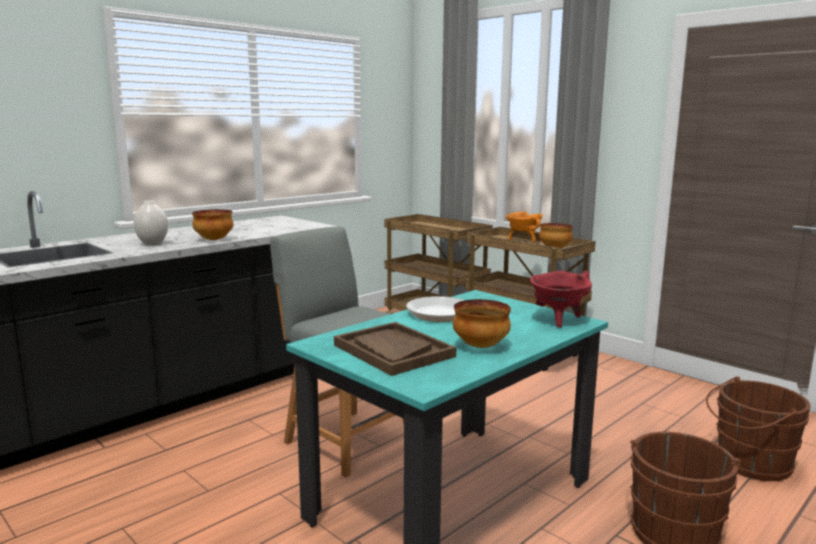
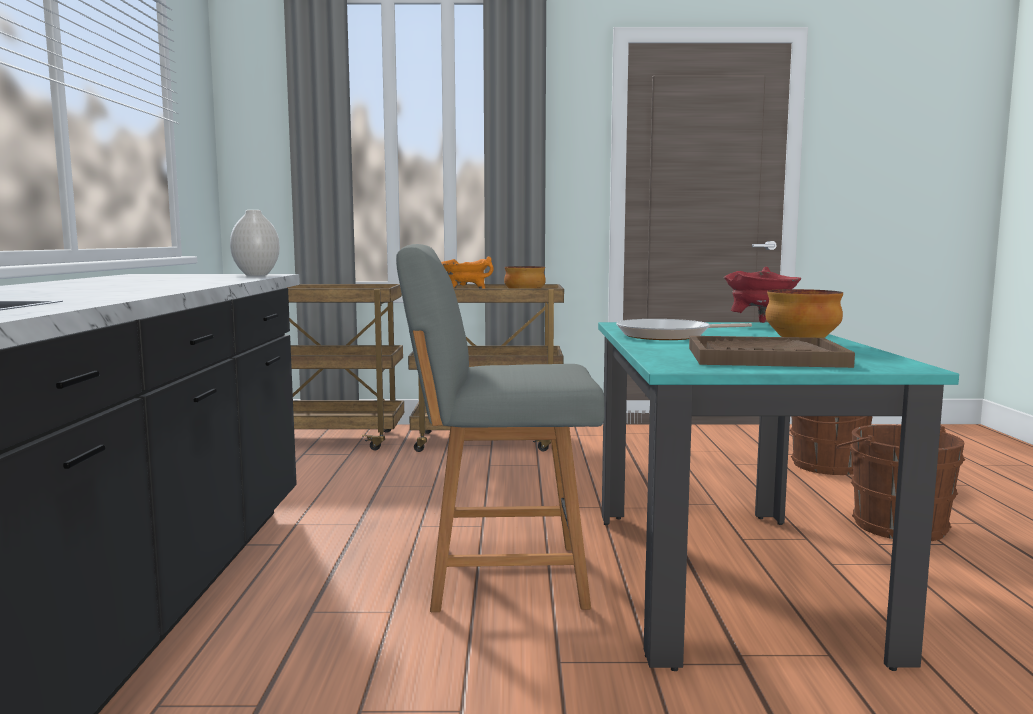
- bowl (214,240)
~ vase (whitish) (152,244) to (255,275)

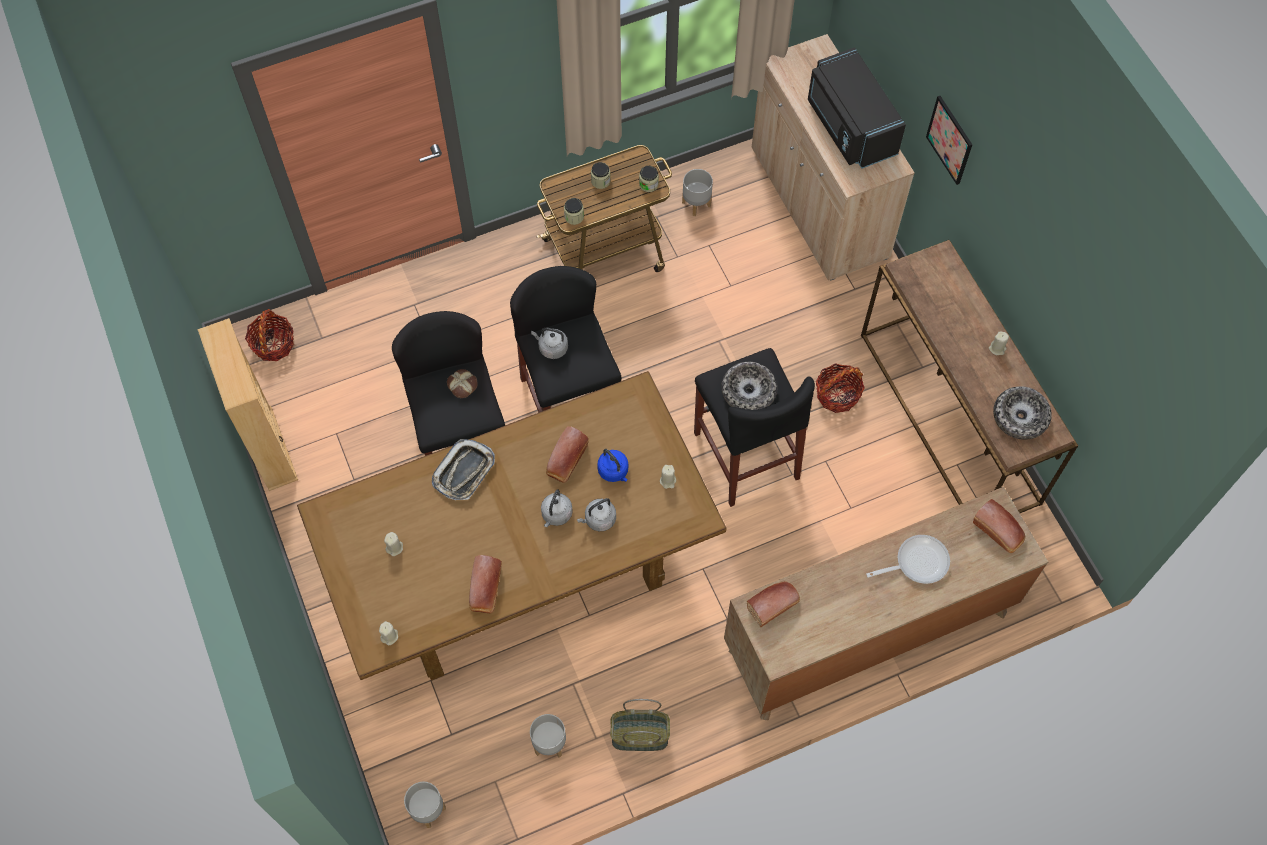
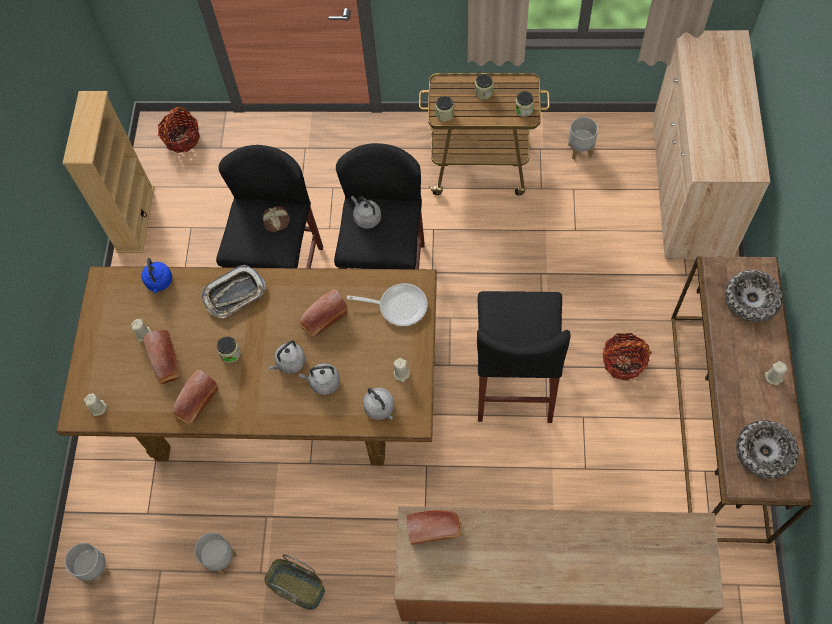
- kitchen microwave (black-coloured) (849,127)
- wall picture (949,140)
+ storage jar (230,353)
+ kettle (grey) (380,409)
~ kettle (blue-coloured) (614,471) to (159,282)
~ bowl (748,391) to (751,300)
~ pan (917,562) to (398,306)
~ bread (999,532) to (166,362)

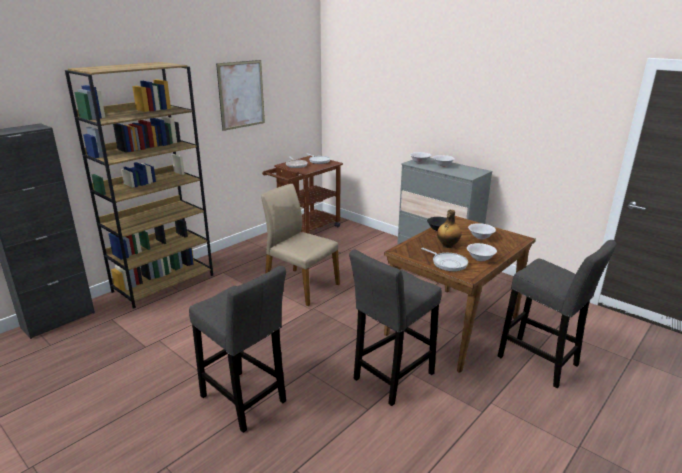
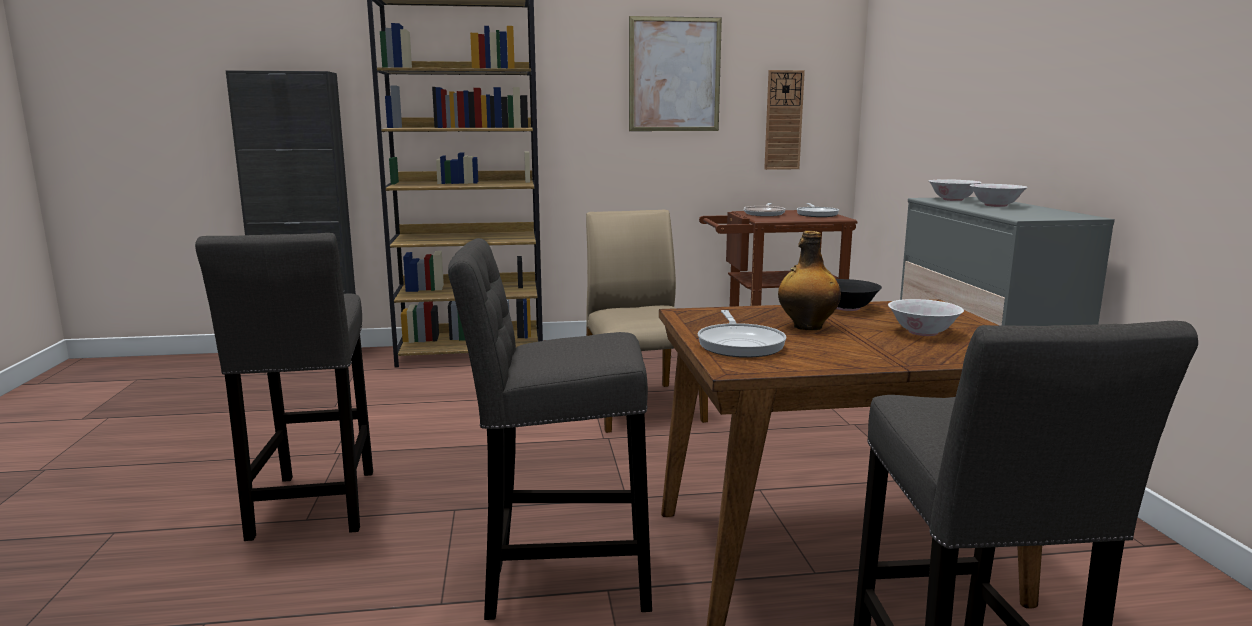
- bowl (whitish) (480,259)
+ wall clock (783,120)

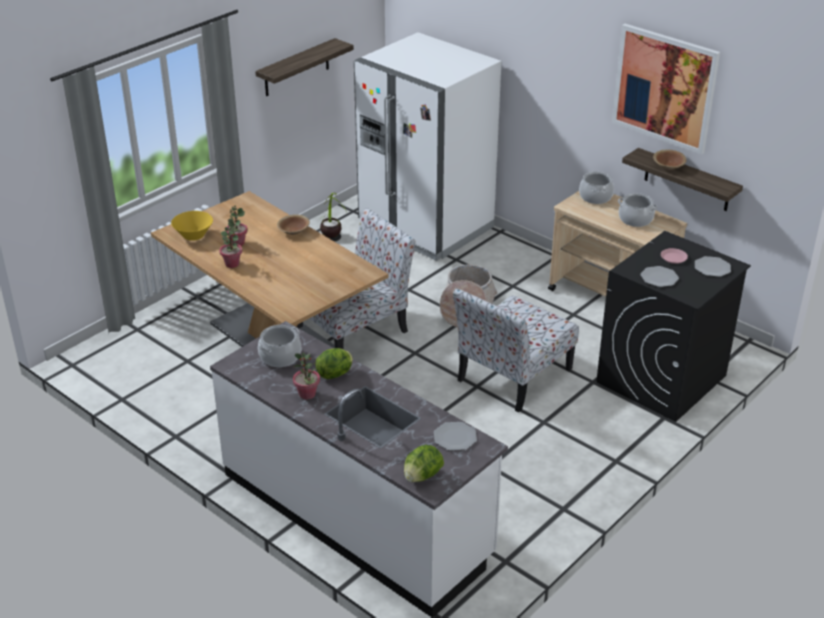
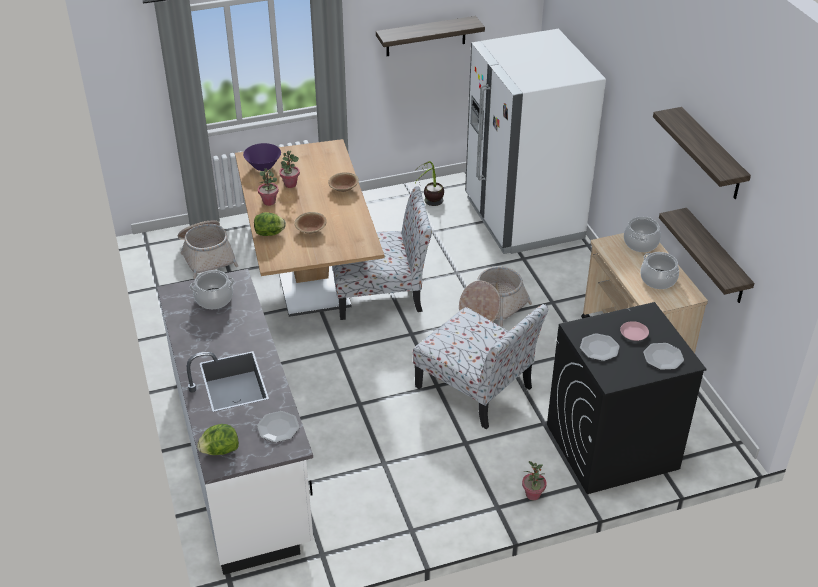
+ basket (207,255)
~ plant in a pot (307,394) to (533,495)
~ head of lettuce (335,374) to (270,233)
~ bowl (brown) (668,166) to (311,229)
~ wall picture (664,88) to shelf (711,155)
~ bowl (yellow) (193,236) to bowl (purple) (263,166)
~ plain chair (512,376) = (476,389) 120 degrees counterclockwise

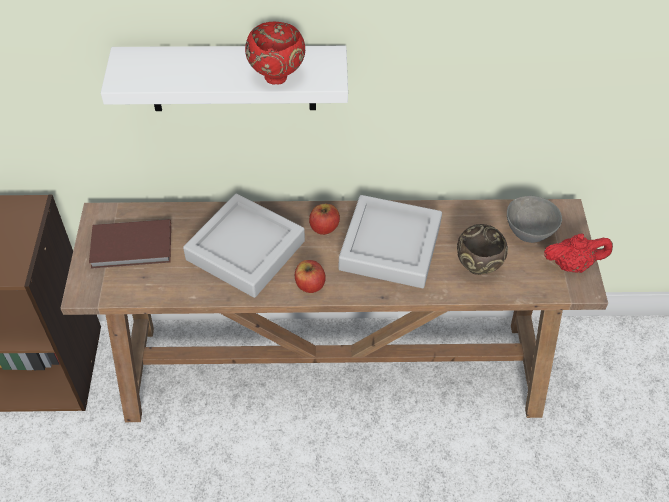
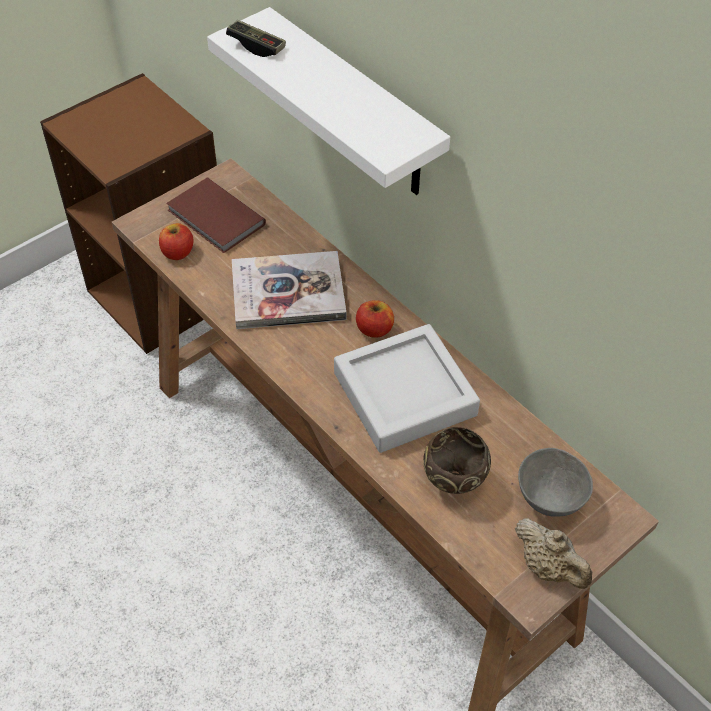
- bowl (red-coloured) (277,77)
+ joypad (256,46)
~ whole apple (310,285) to (177,252)
~ tray (grey) (245,250) to book (288,292)
~ pot for tea (red-coloured) (572,265) to pot for tea (sand-coloured) (549,567)

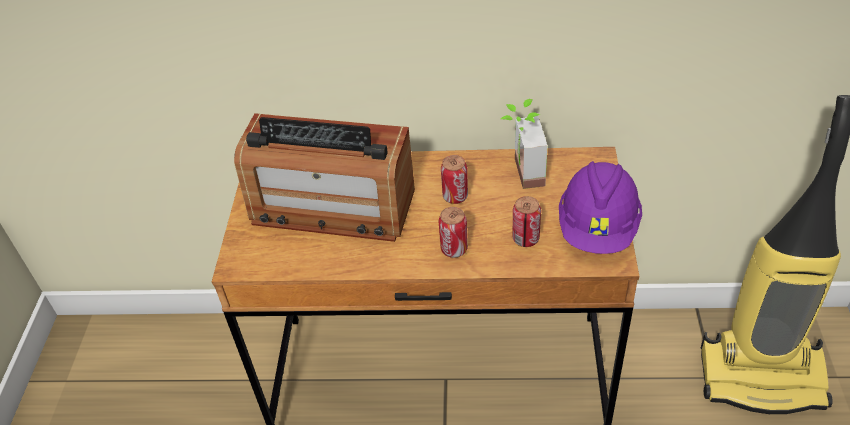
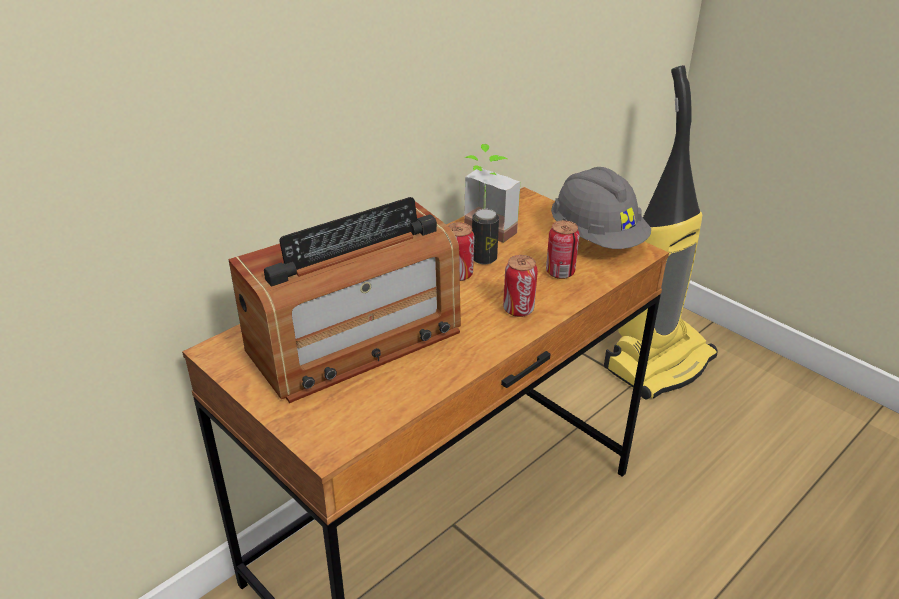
+ can (484,258)
~ work helmet (purple) (598,227) to work helmet (grey) (596,239)

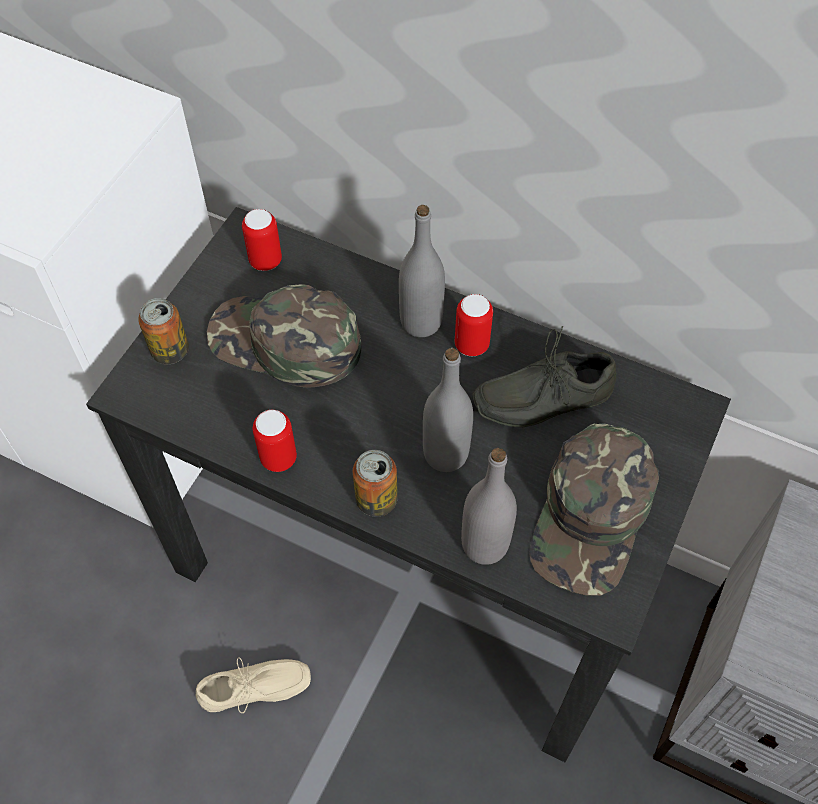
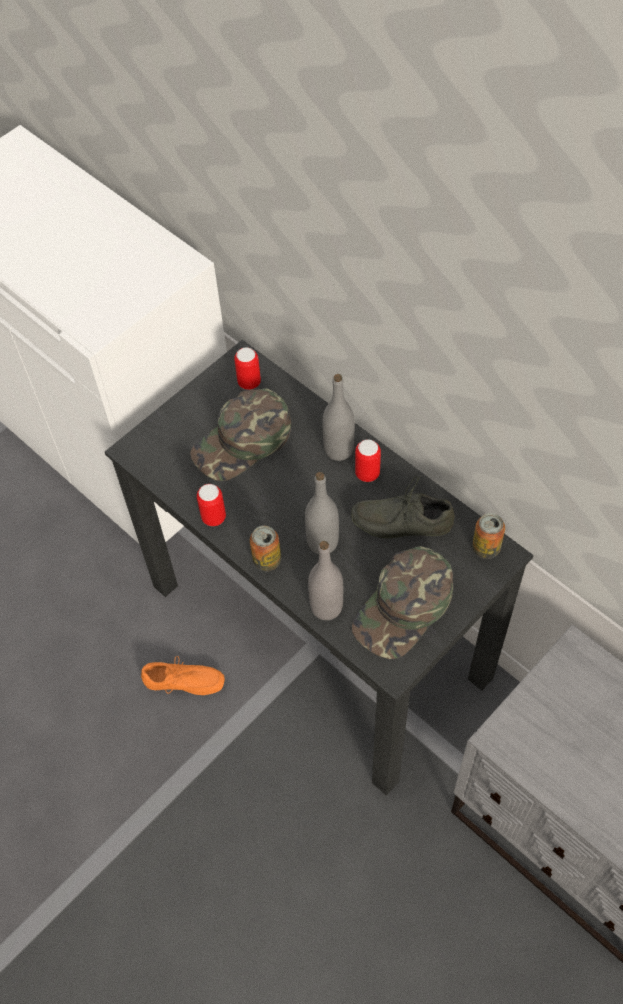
~ can (170,351) to (485,548)
~ low shoe (sand-coloured) (256,692) to low shoe (orange-coloured) (184,684)
~ peaked cap (green) (284,343) = (243,442) 75 degrees counterclockwise

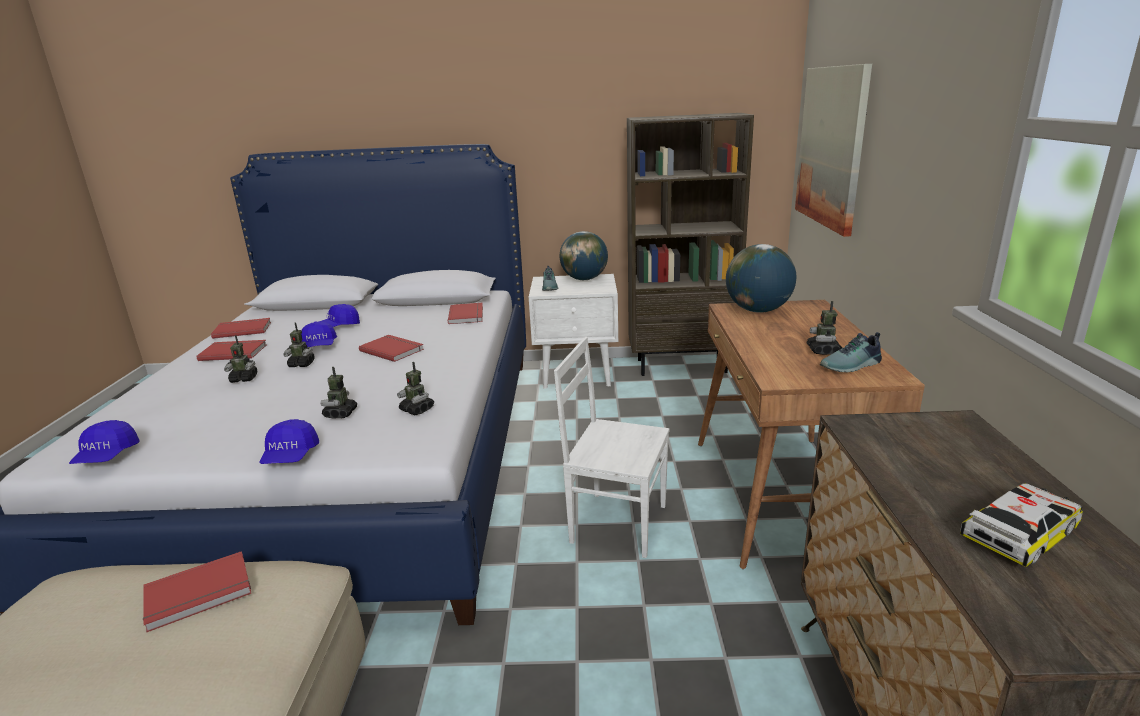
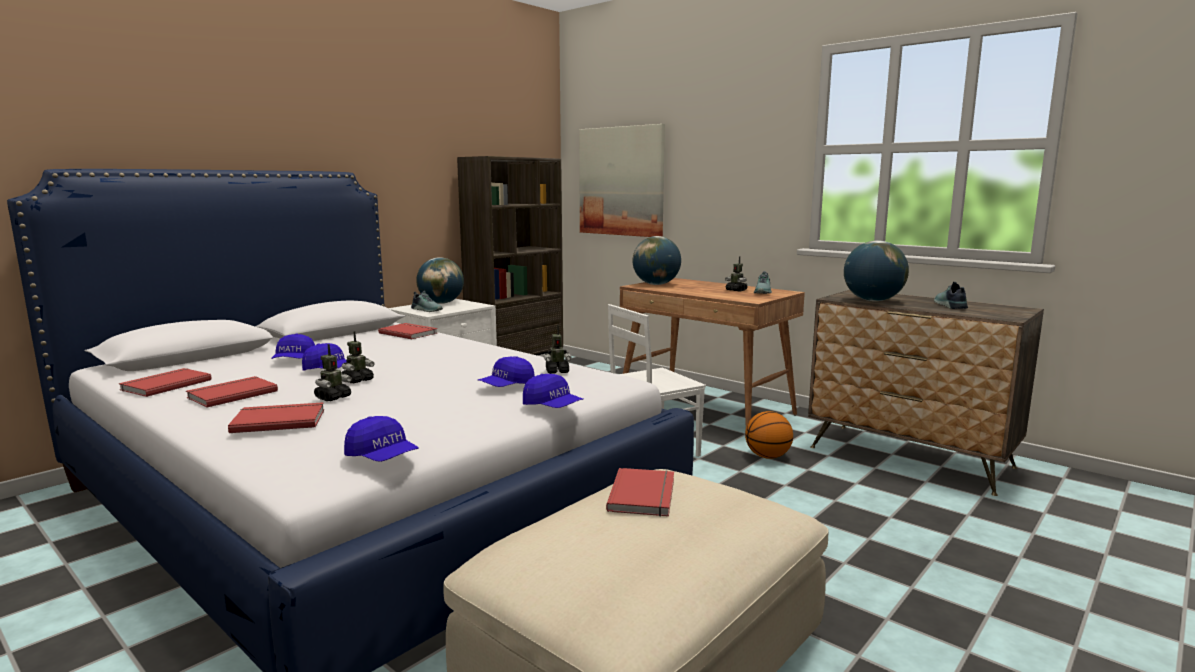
+ ball for basketball (768,456)
+ globe (873,301)
~ book (red-coloured) (393,350) to (279,420)
~ model robot (340,413) to peaked cap (blue-coloured) (507,387)
~ model car (1021,533) to low shoe (949,305)

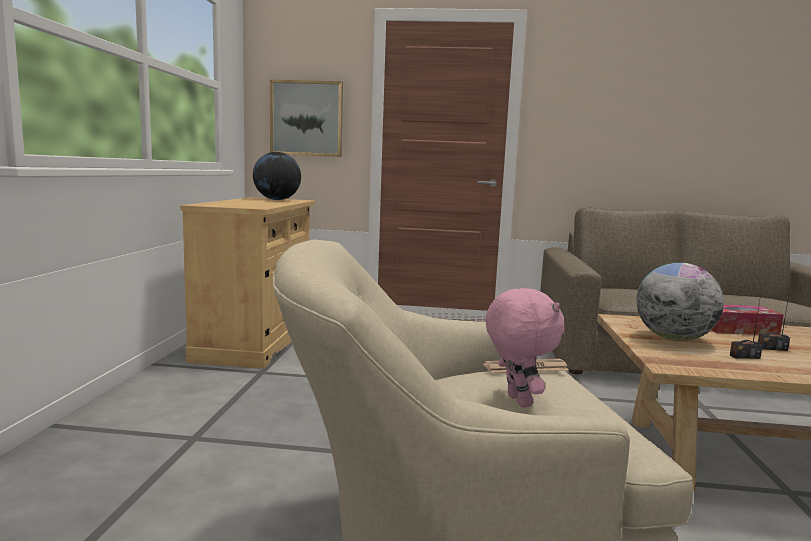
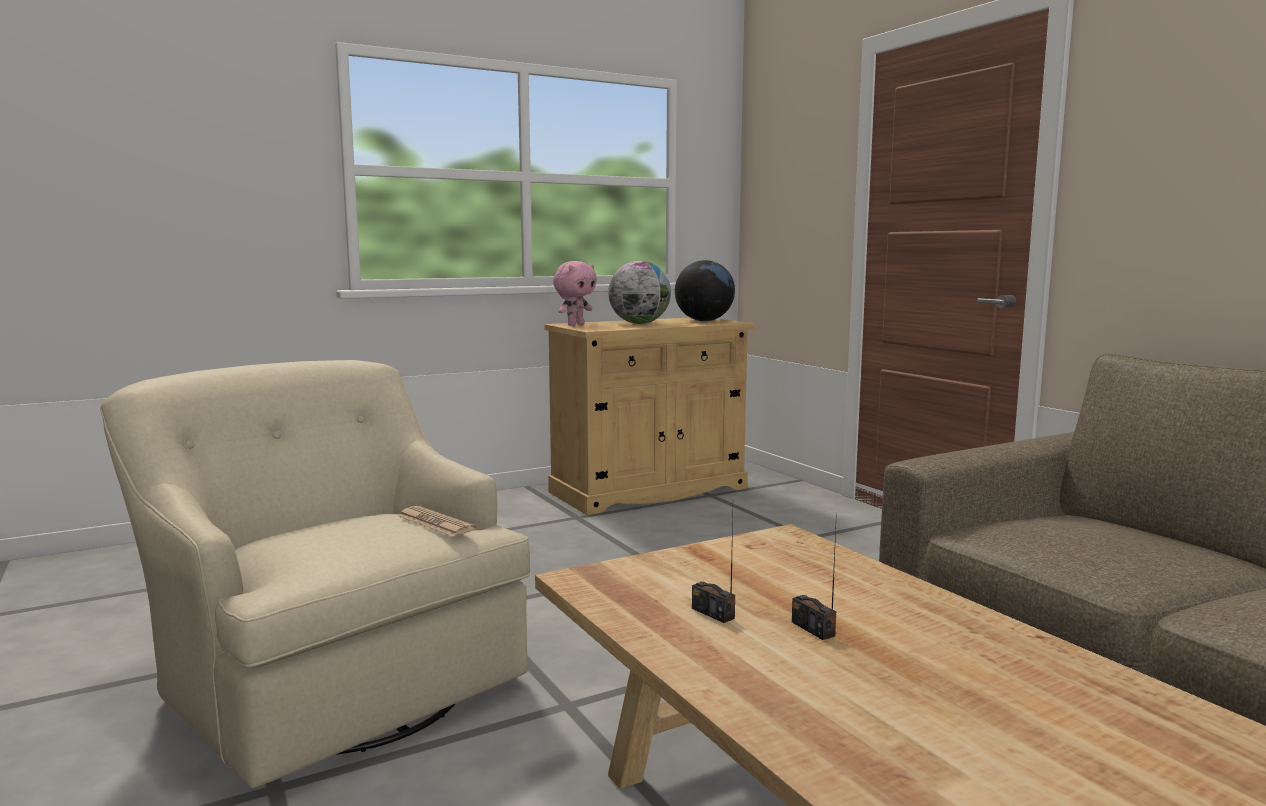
- wall picture (306,118)
- tissue box (738,329)
~ cuddly toy (pink) (516,401) to (575,324)
~ globe (673,339) to (639,323)

